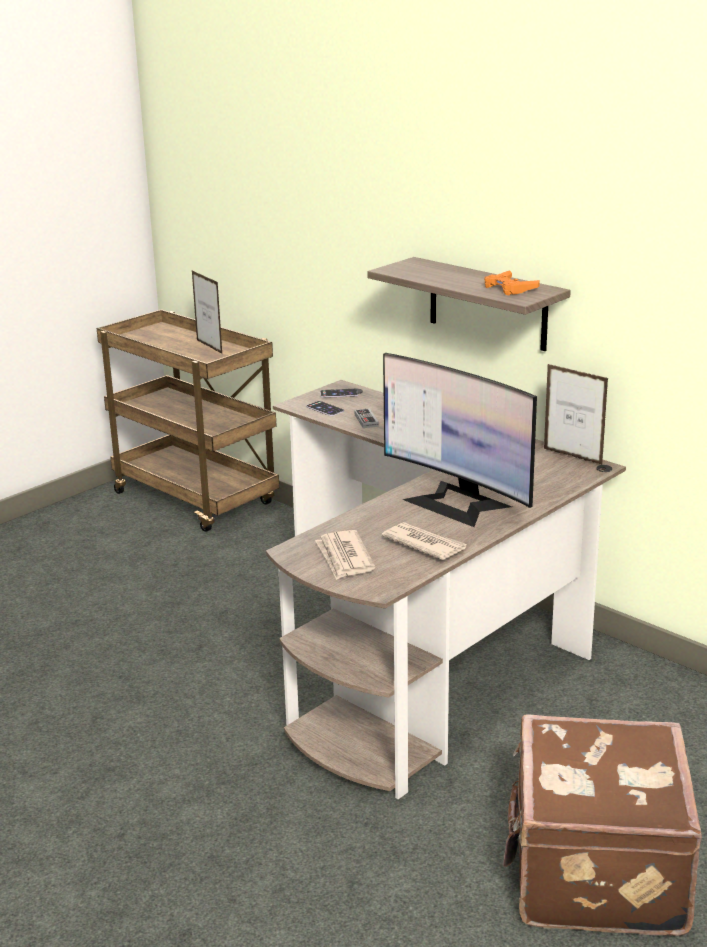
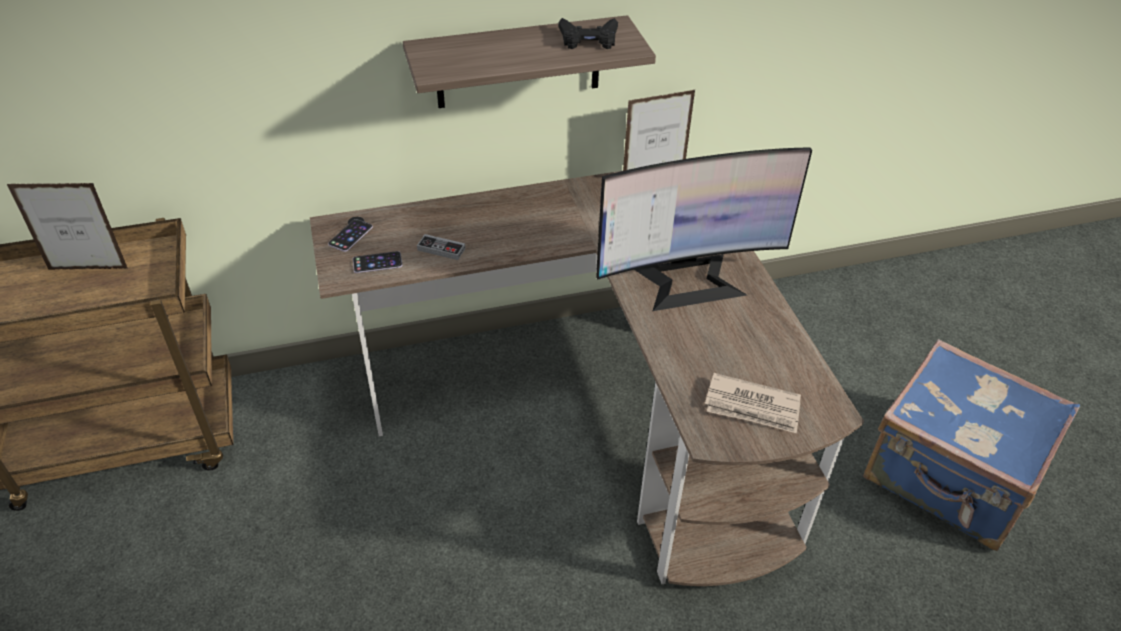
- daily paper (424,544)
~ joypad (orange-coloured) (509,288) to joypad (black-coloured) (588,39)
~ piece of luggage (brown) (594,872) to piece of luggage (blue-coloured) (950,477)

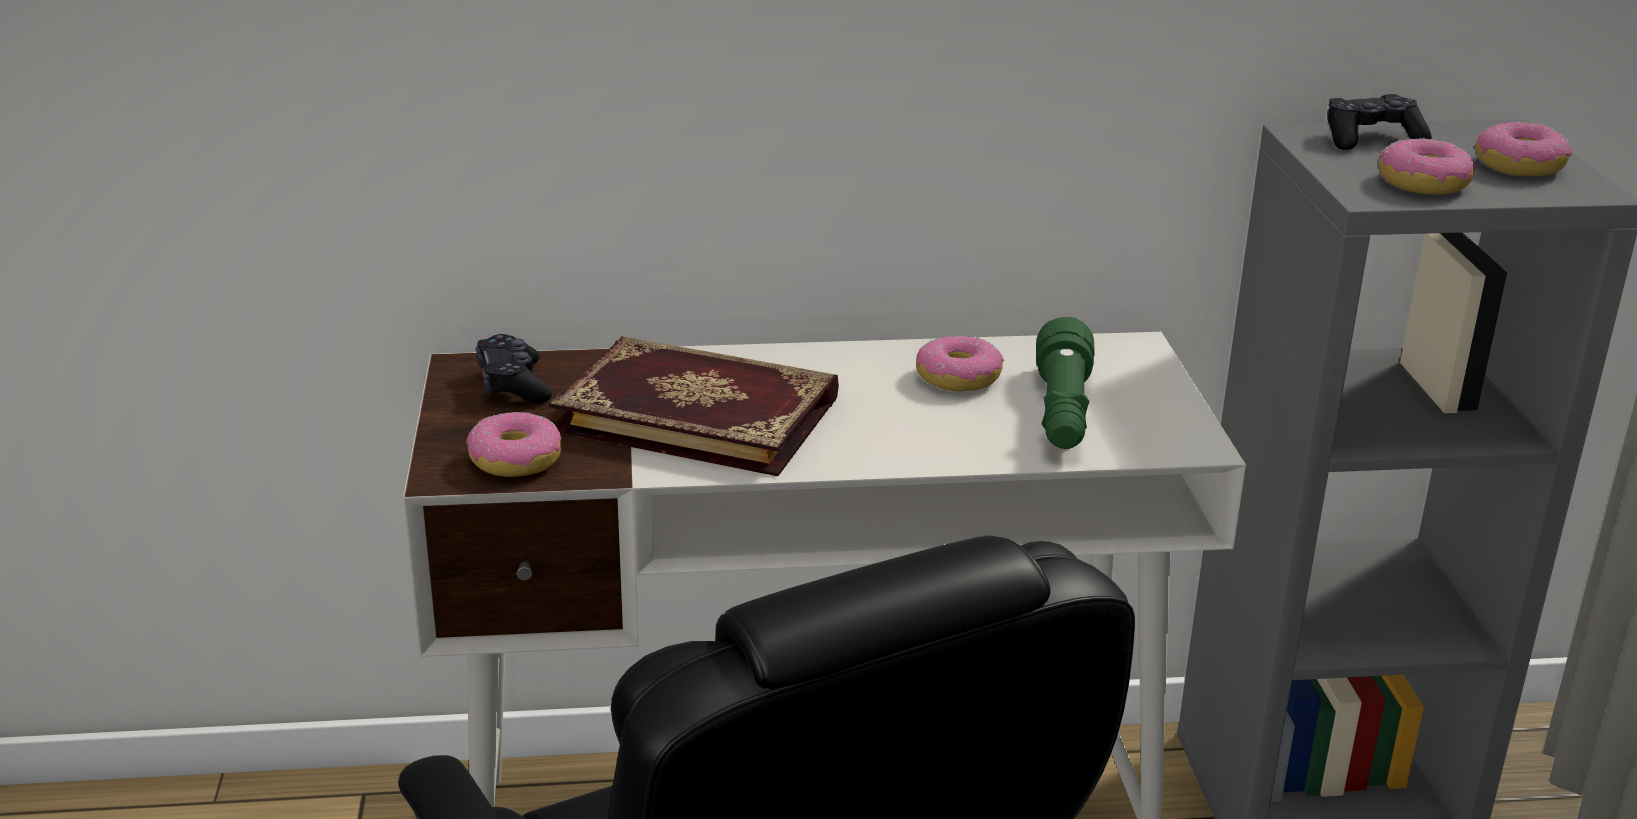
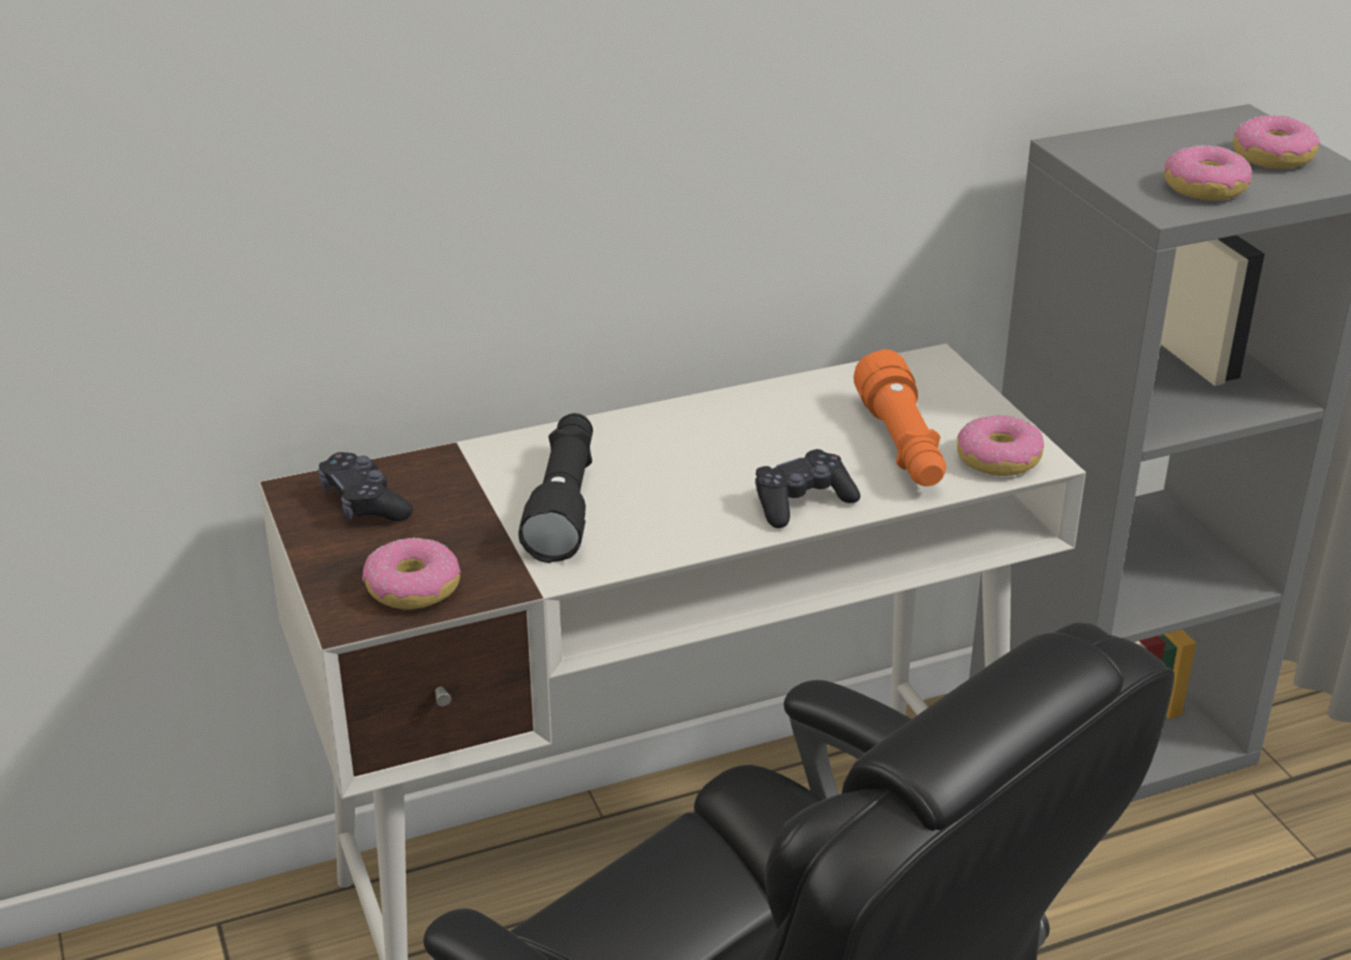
~ doughnut (959,377) to (998,459)
~ joypad (black-coloured) (1371,139) to (802,502)
~ book (699,412) to torch (black-coloured) (564,503)
~ torch (green) (1062,413) to torch (orange-coloured) (902,446)

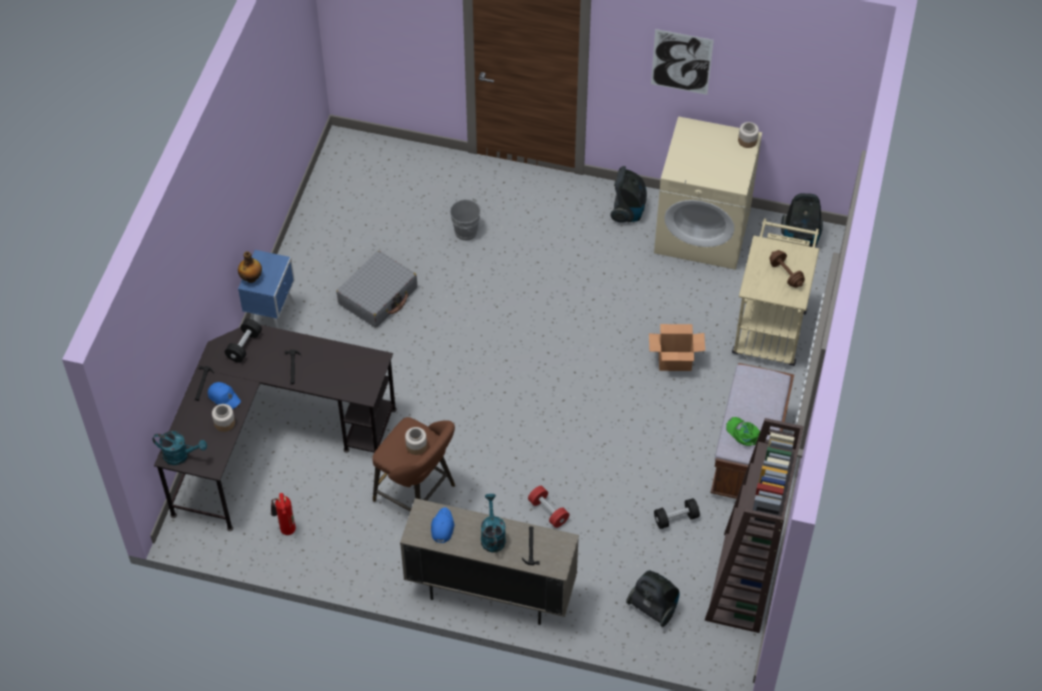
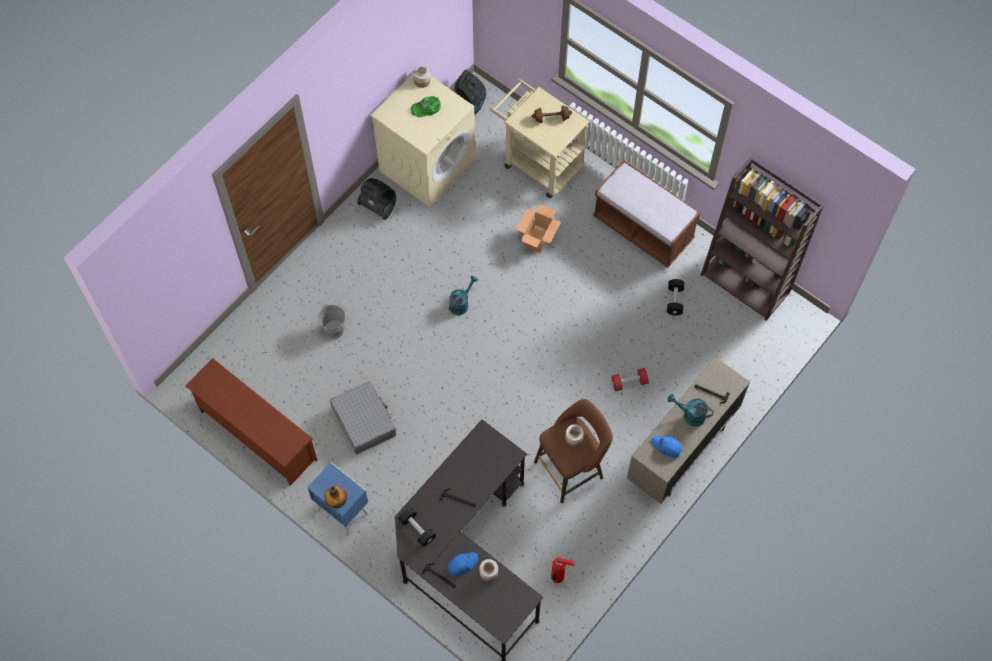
- hoover (653,607)
- wall picture (681,62)
+ shoe shelf (brown) (256,435)
~ watering pot (turquoise) (180,455) to (461,303)
~ peaked cap (green) (743,433) to (426,108)

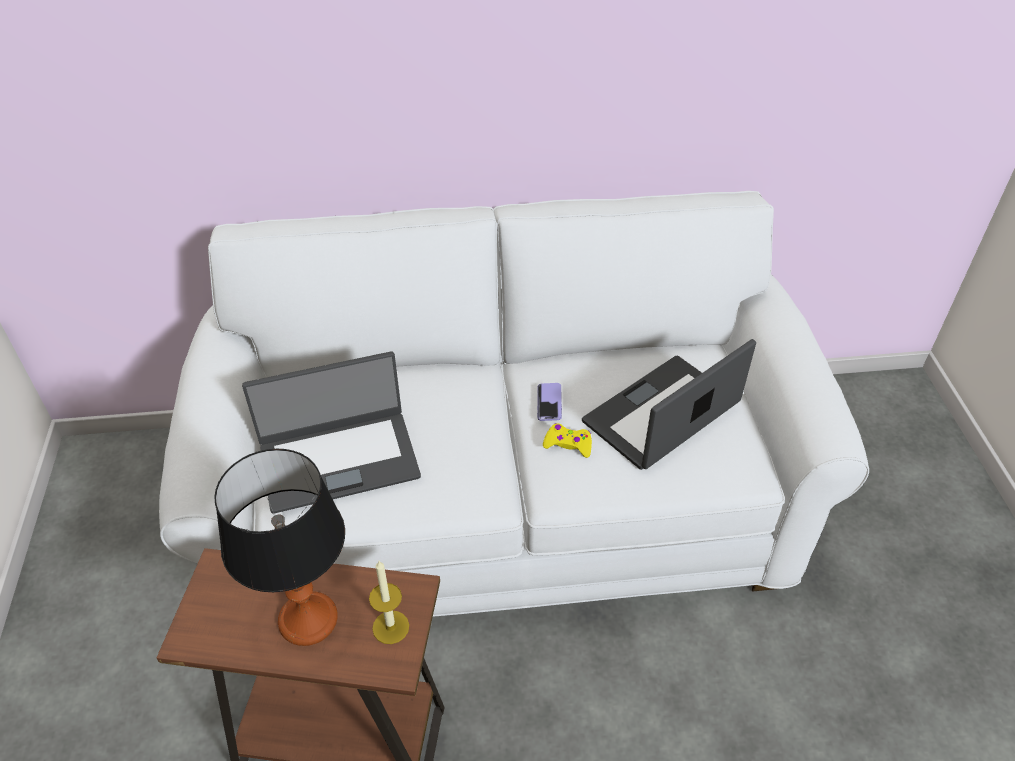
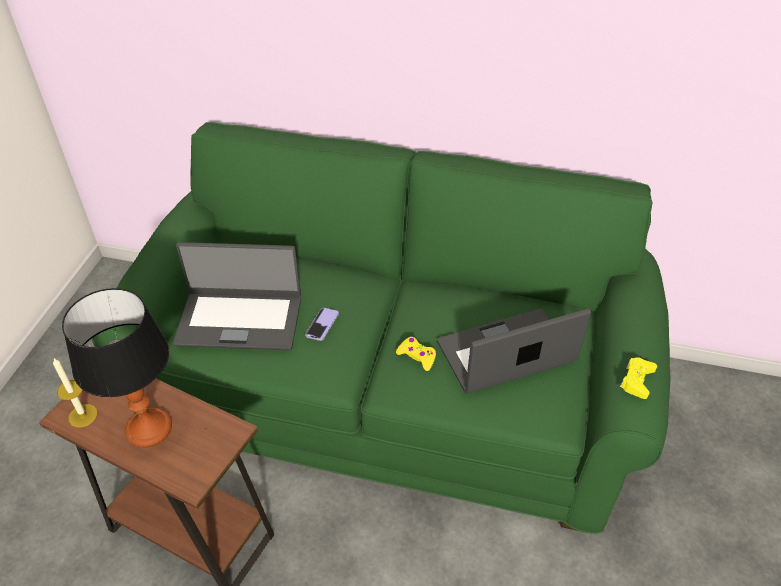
+ joypad (yellow) (636,380)
~ candle (390,627) to (83,415)
~ telephone (549,403) to (322,325)
~ settee (whitish) (508,505) to settee (green) (391,396)

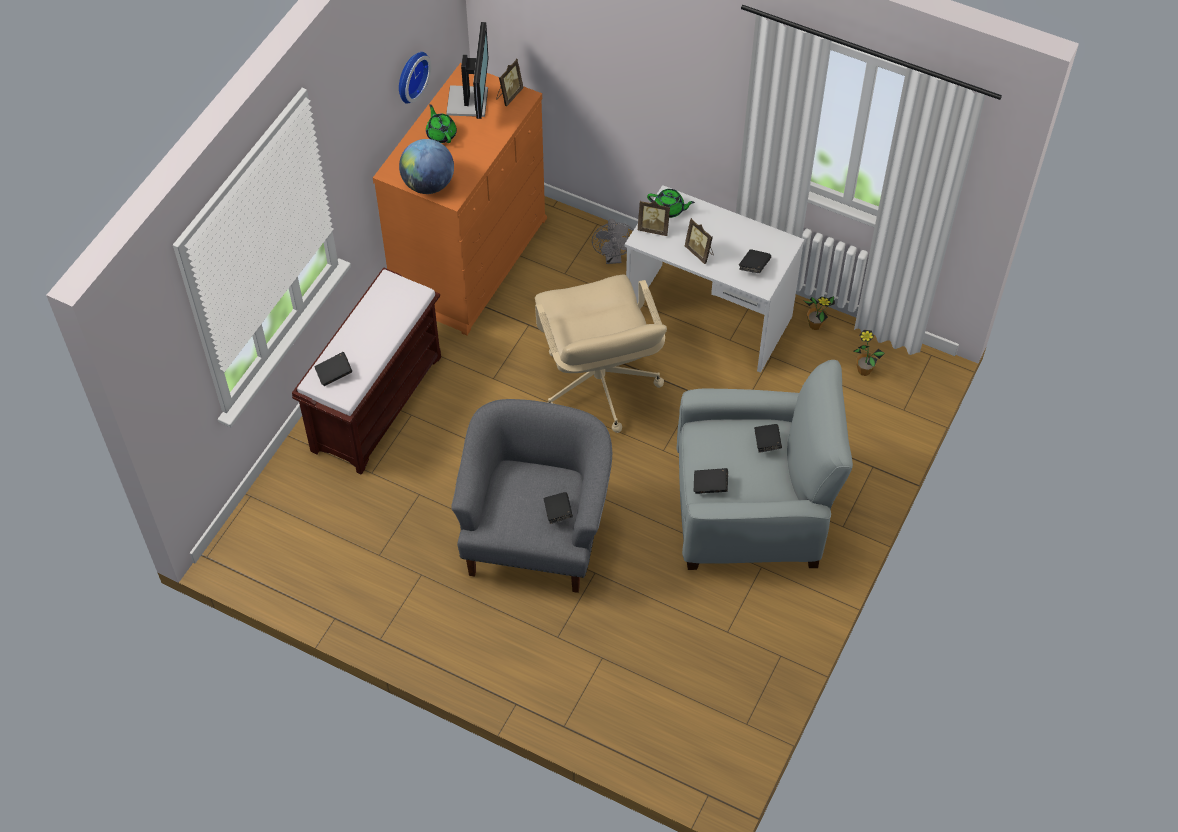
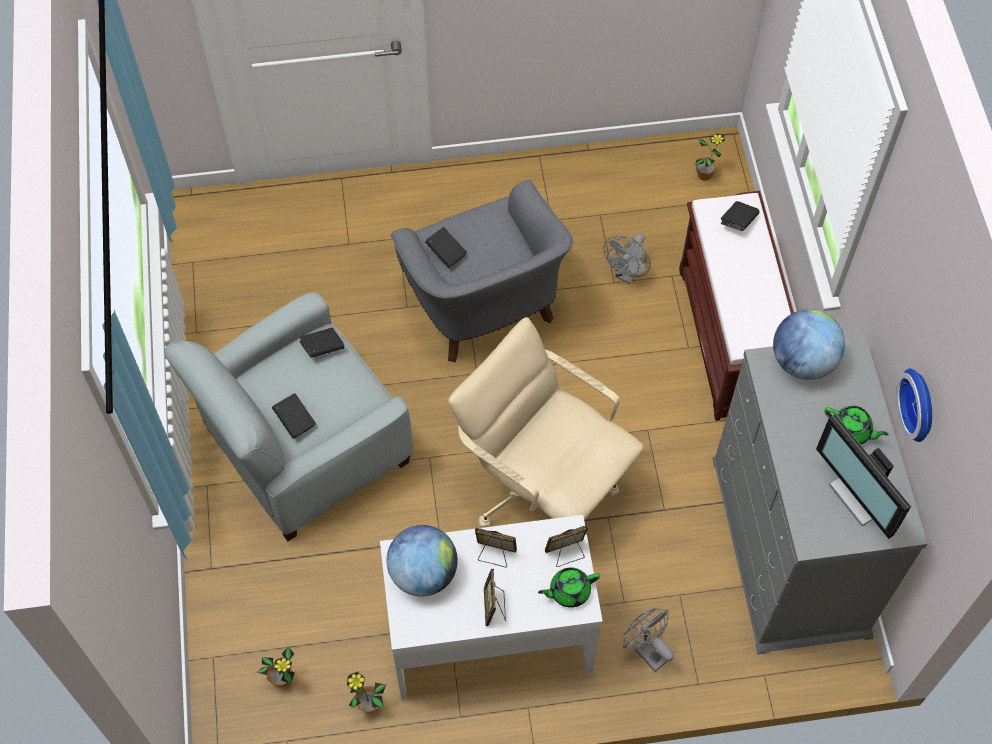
+ electric fan (grey) (627,274)
+ plant in a pot (704,175)
~ photo frame (508,95) to (494,607)
~ book (black-coloured) (754,267) to globe (423,573)
~ chest of drawers (orange-coloured) (469,259) to chest of drawers (grey) (790,547)

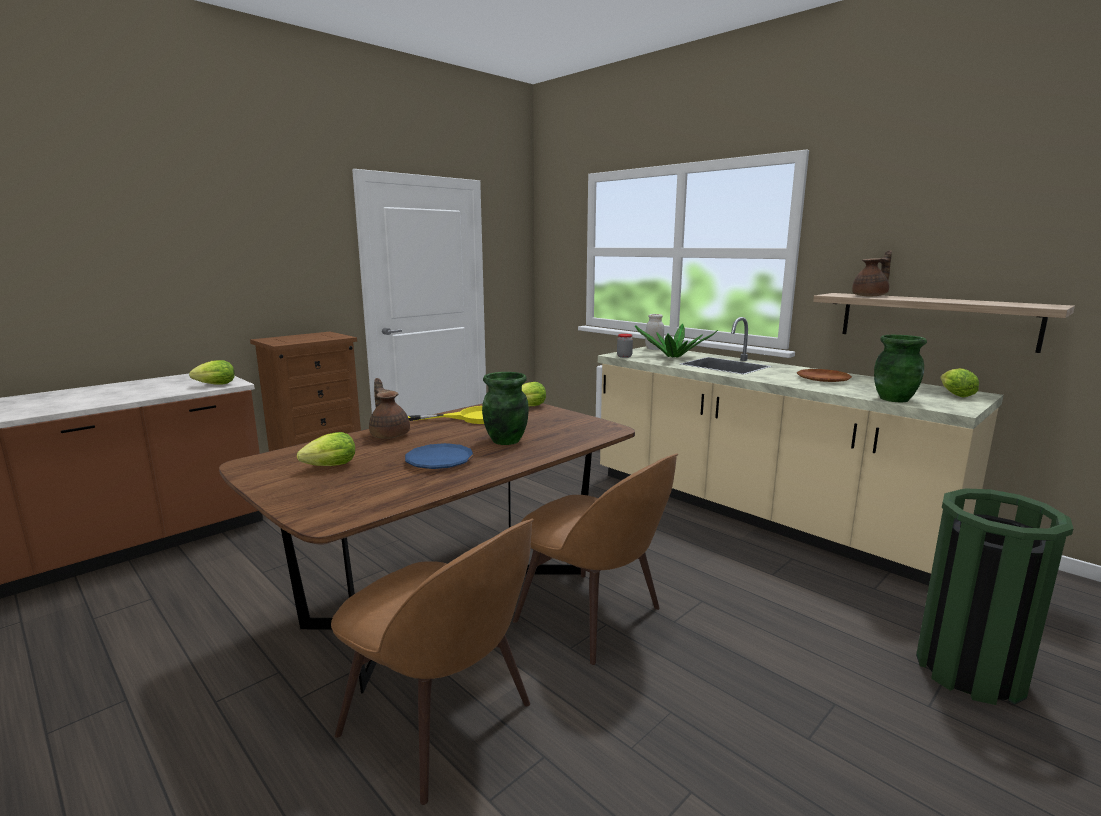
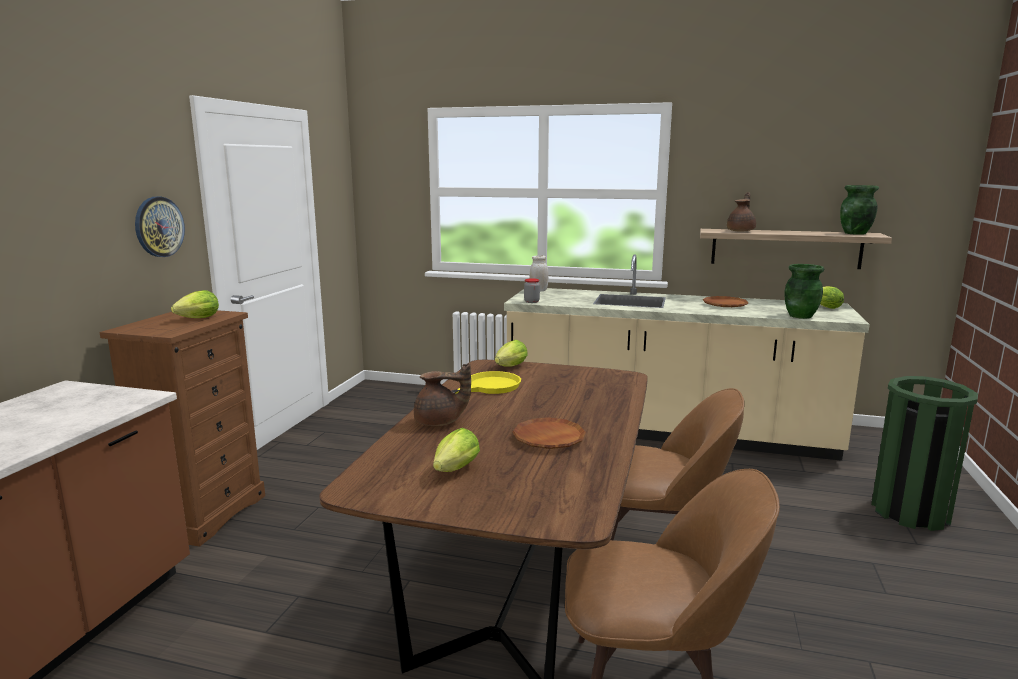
- plant in a pot (673,357)
+ wall clock (159,227)
~ head of lettuce (213,385) to (196,319)
~ vase (green) (505,441) to (855,233)
~ flat dish (blue-coloured) (439,461) to flat dish (brown) (548,438)
~ pot for tea (brown) (390,435) = (440,422) 150 degrees clockwise

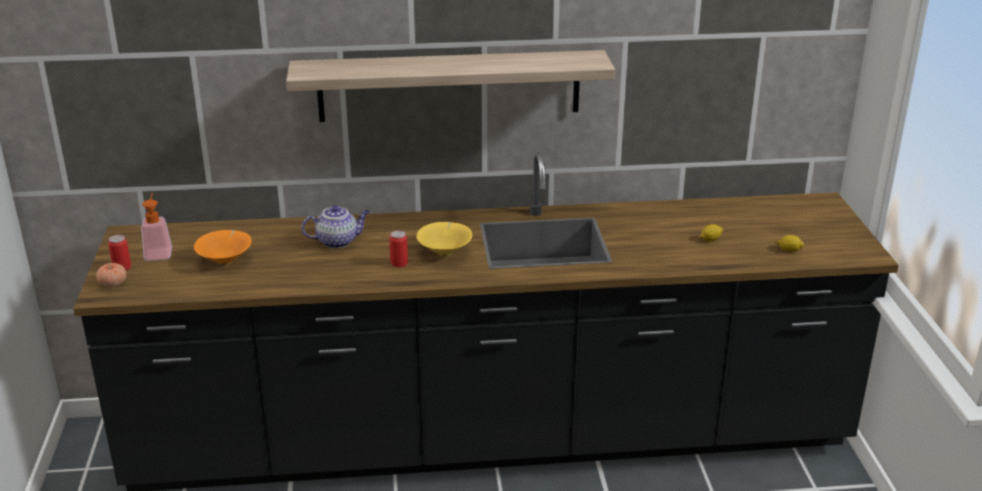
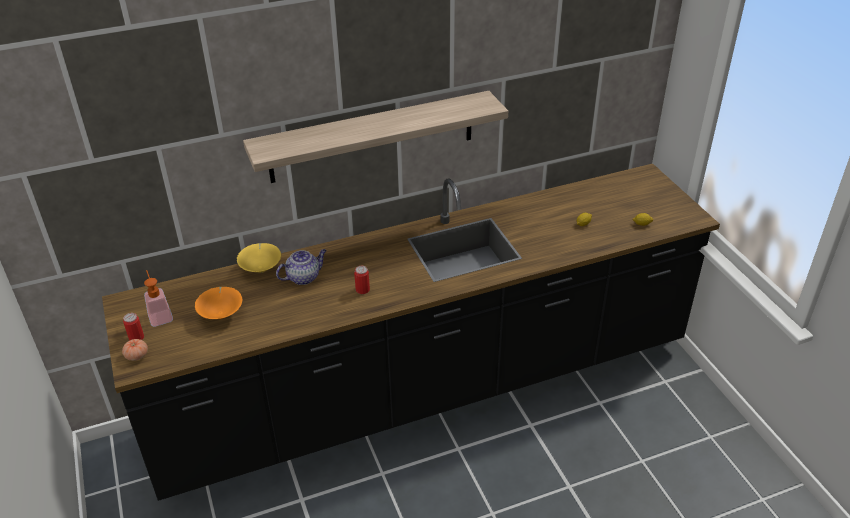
~ bowl (yellow) (445,252) to (261,268)

